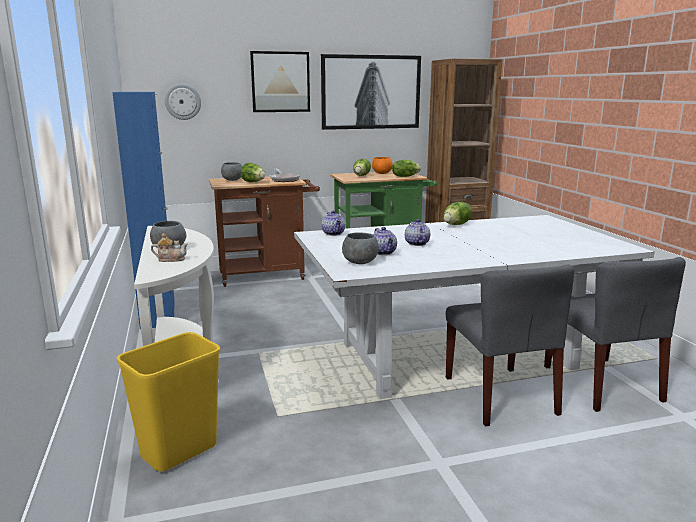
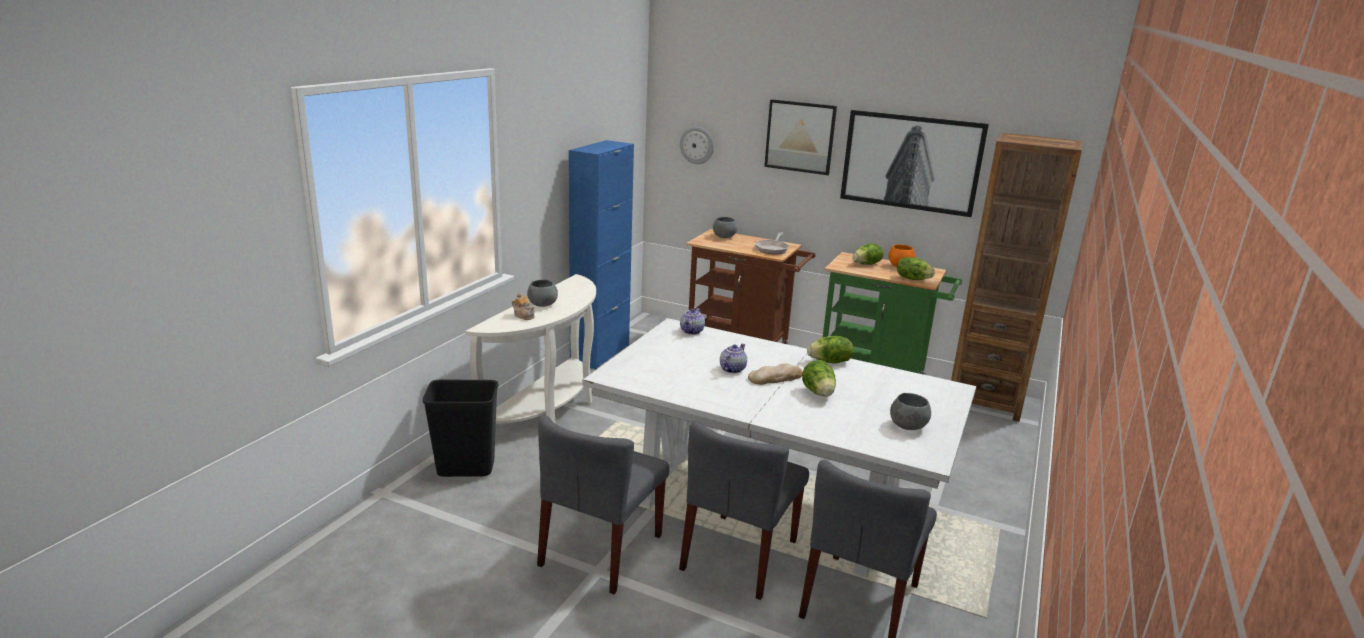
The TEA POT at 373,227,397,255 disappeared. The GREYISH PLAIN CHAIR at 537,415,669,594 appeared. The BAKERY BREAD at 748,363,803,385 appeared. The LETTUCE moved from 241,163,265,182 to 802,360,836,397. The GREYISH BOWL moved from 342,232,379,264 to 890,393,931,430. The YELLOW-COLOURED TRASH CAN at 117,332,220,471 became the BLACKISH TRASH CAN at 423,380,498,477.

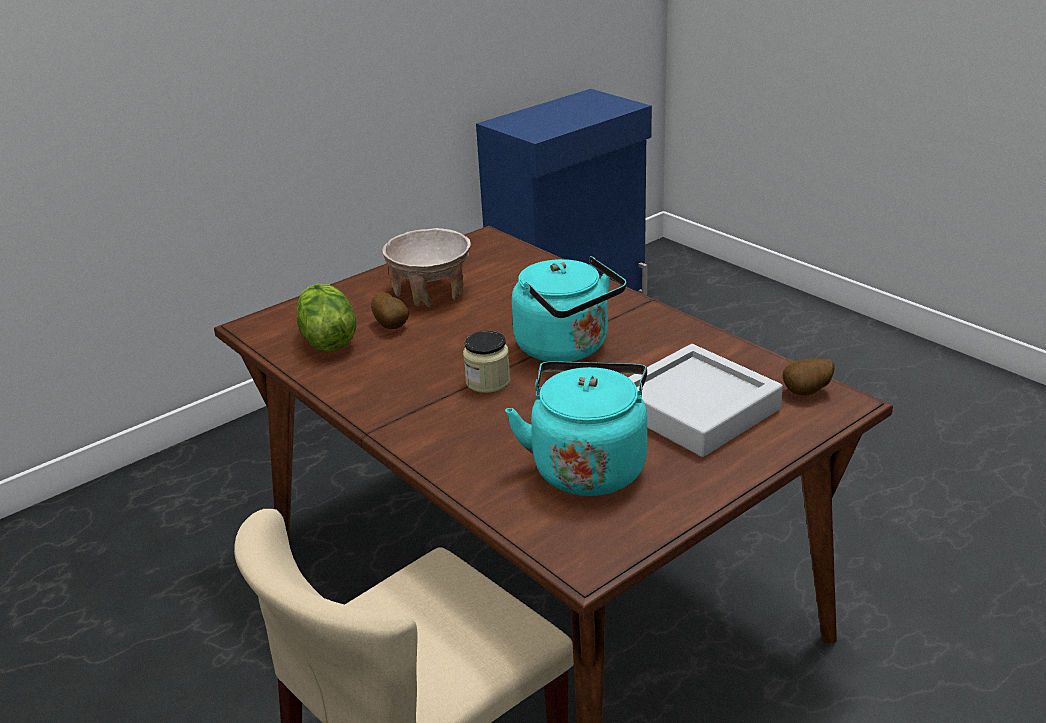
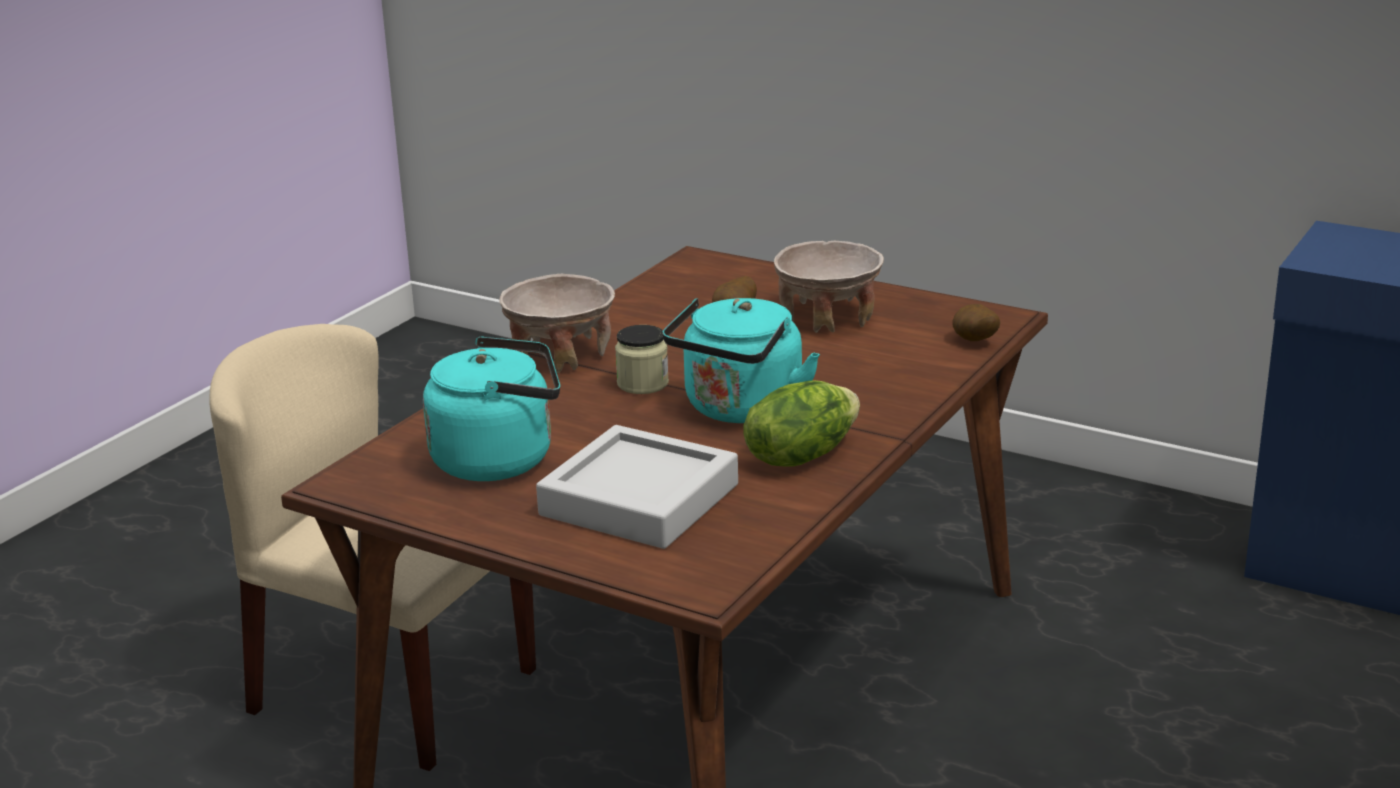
The BEIGE BOWL at 499,274,615,373 appeared. The LETTUCE moved from 296,284,356,352 to 743,380,860,467. The WHOLE POTATO moved from 783,358,834,395 to 953,304,1000,341.

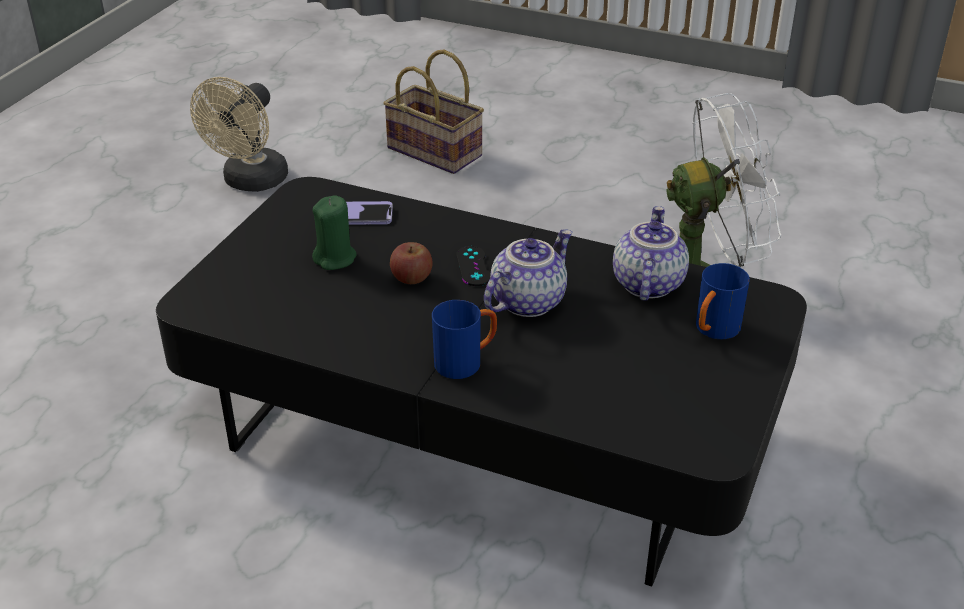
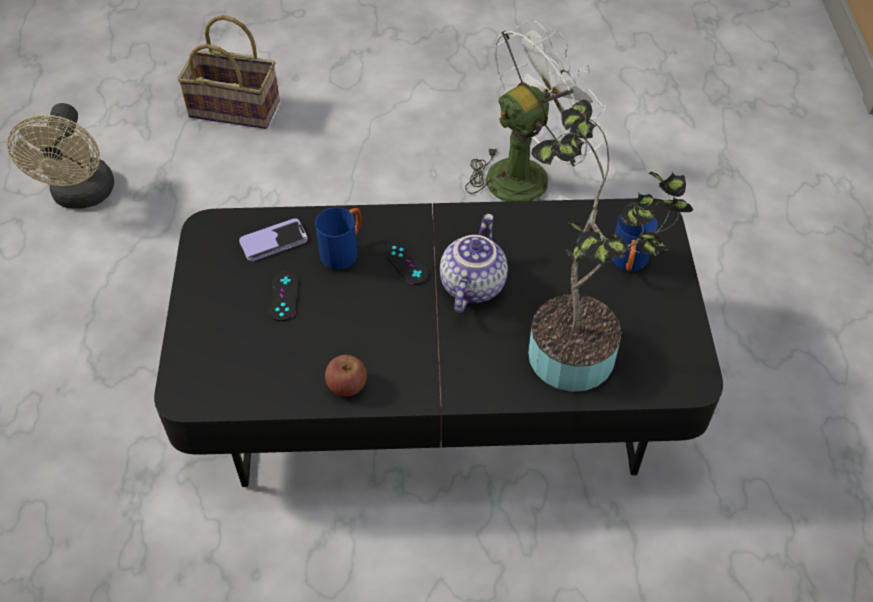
The TEA POT at 613,206,689,301 disappeared. The HOUSEPLANT at 528,99,693,392 appeared. The APPLE FRUIT moved from 390,242,432,284 to 325,355,367,397. The BLUISH COFFEE MUG moved from 432,300,497,379 to 315,207,361,270. The GREEN CANDLE at 312,195,357,270 was replaced by the BLACKISH GAMEPAD at 269,271,299,321.

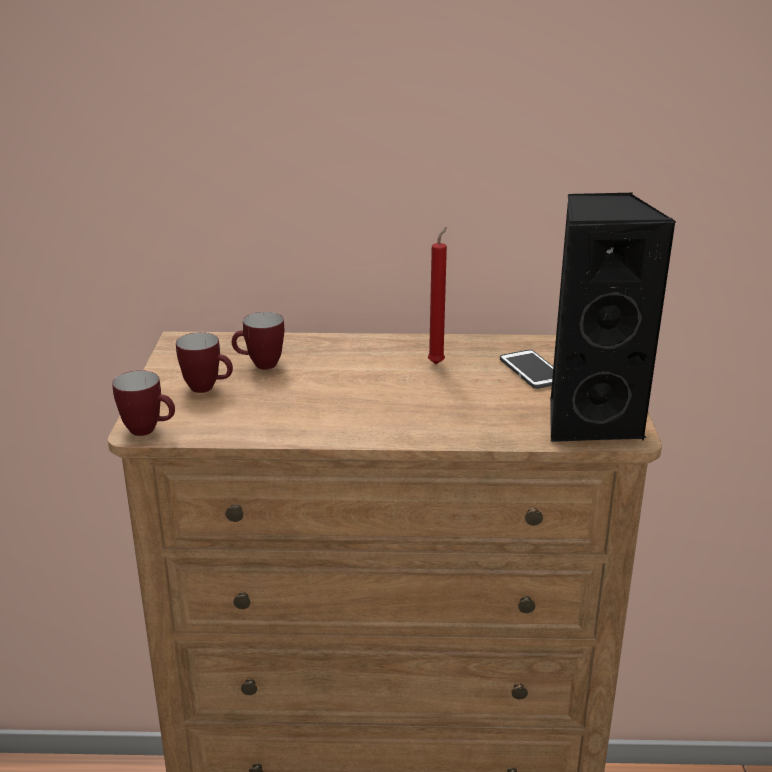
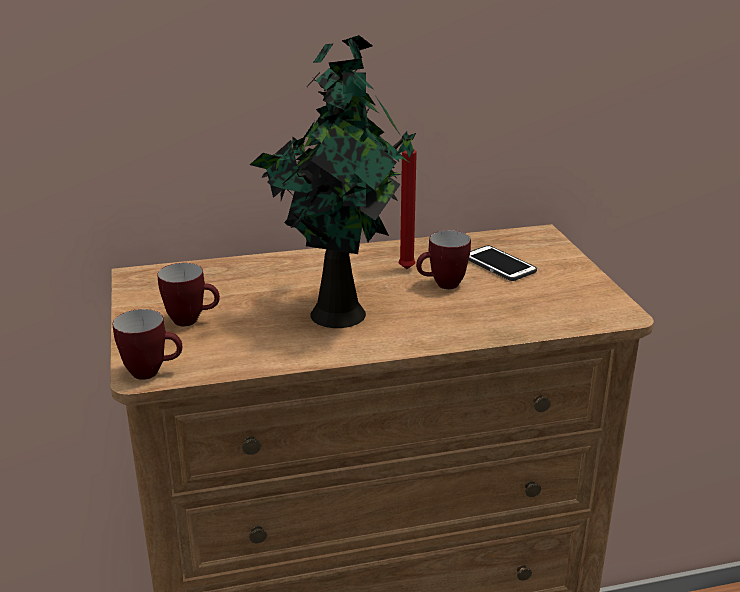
The BLACKISH LOUDSPEAKER at 550,192,677,442 disappeared. The HOUSEPLANT at 250,35,416,328 appeared. The COFFEE MUG moved from 232,312,284,370 to 416,230,471,289.

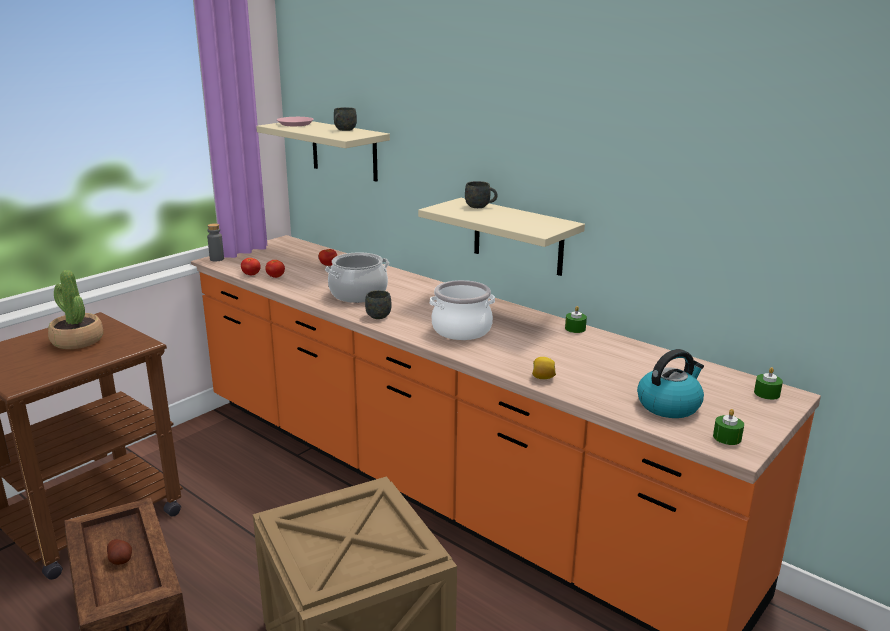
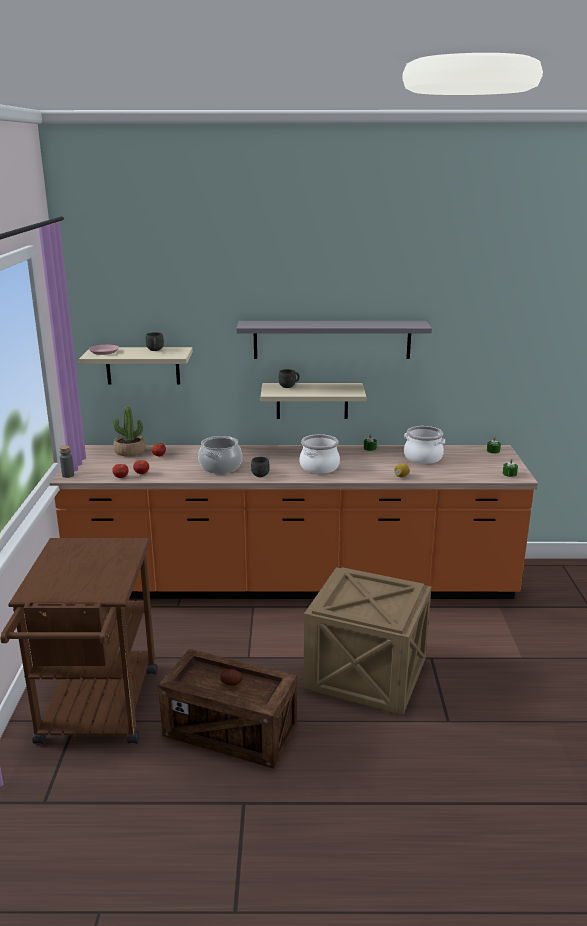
The TEA KETTLE at 637,349,704,418 disappeared. The GREYISH BRACKET SHELF at 236,321,432,359 appeared. The SAUCEPOT at 404,426,445,464 appeared. The HOUSEPLANT moved from 48,270,103,349 to 113,406,146,456.

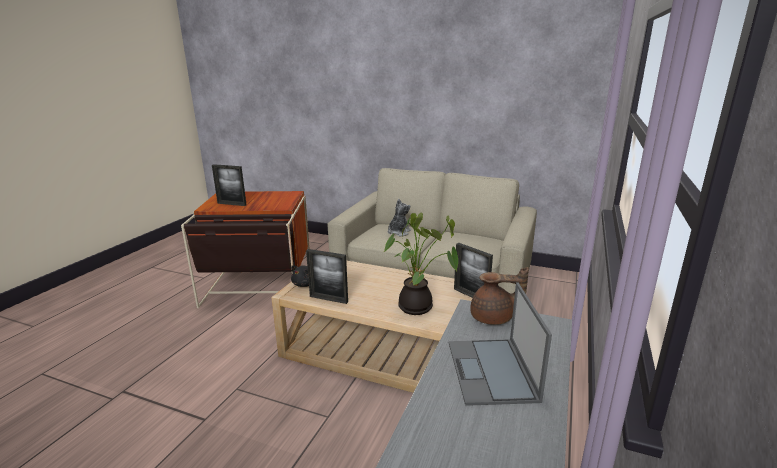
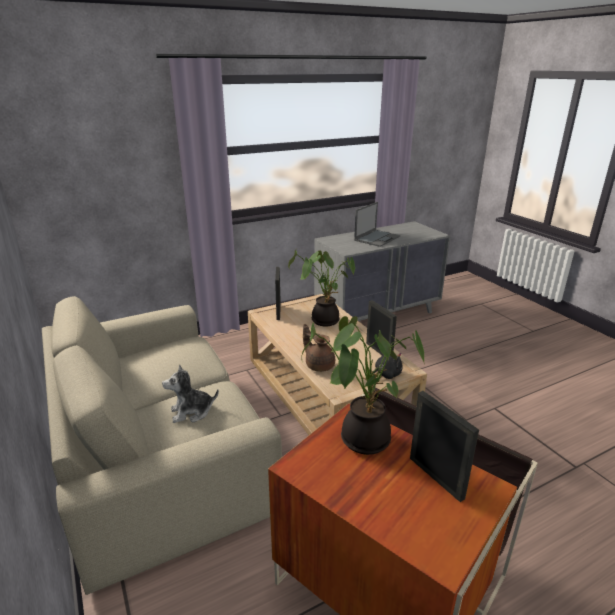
The HOUSEPLANT at 301,316,425,455 appeared. The BROWN TEA POT moved from 470,267,529,325 to 303,324,335,372.

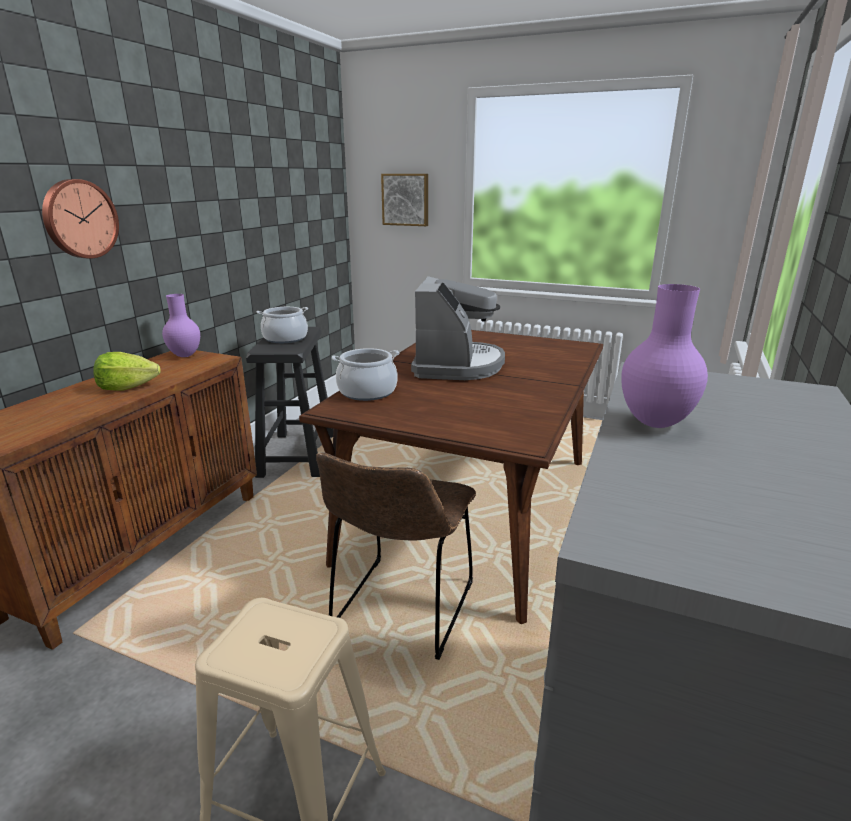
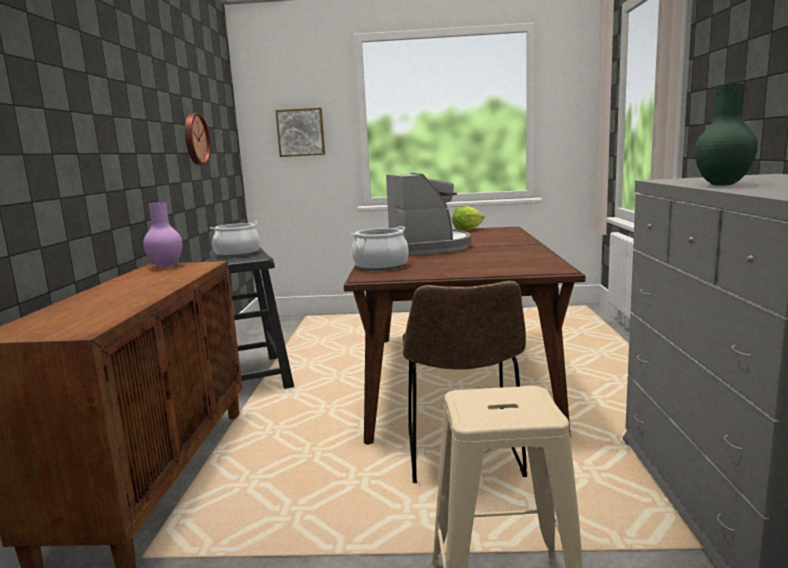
The WALL CLOCK moved from 42,179,119,259 to 185,113,211,165. The LETTUCE moved from 93,352,160,391 to 452,206,484,231. The PURPLE DECORATIVE VASE at 621,284,708,428 became the GREEN DECORATIVE VASE at 695,83,758,186.

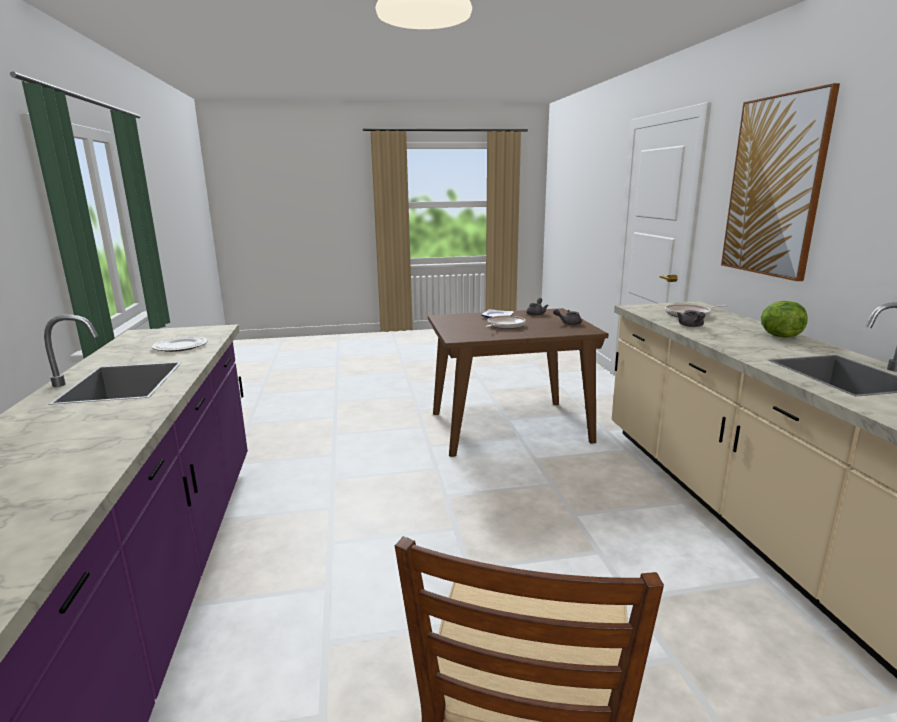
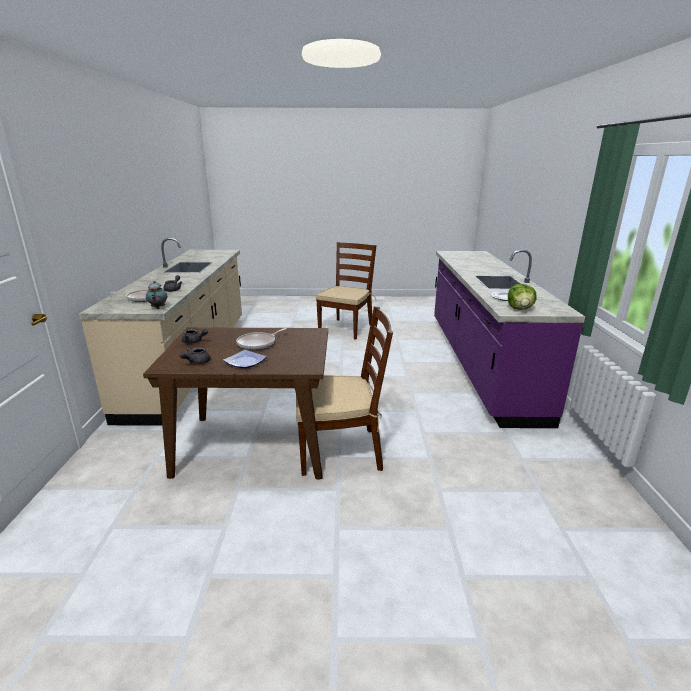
The WALL PICTURE at 721,83,840,281 disappeared. The TEA POT at 146,281,167,309 appeared. The BROWN PLAIN CHAIR at 296,306,393,476 appeared. The LETTUCE moved from 761,301,807,338 to 508,284,537,310.

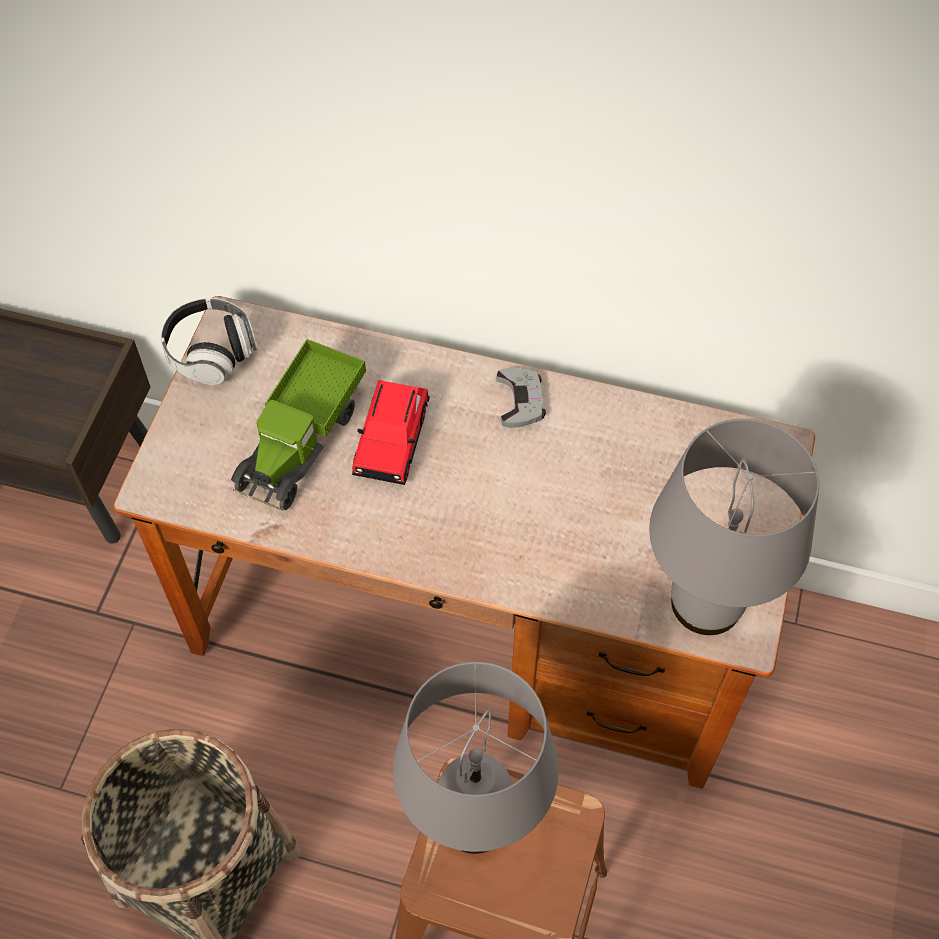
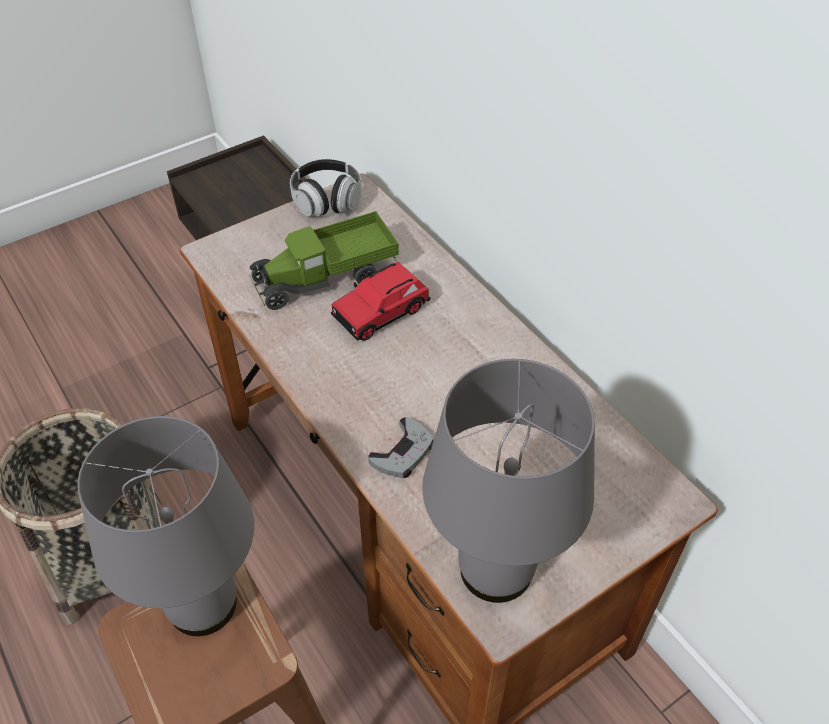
The GREYISH GAMEPAD moved from 496,368,546,428 to 368,417,434,478.

